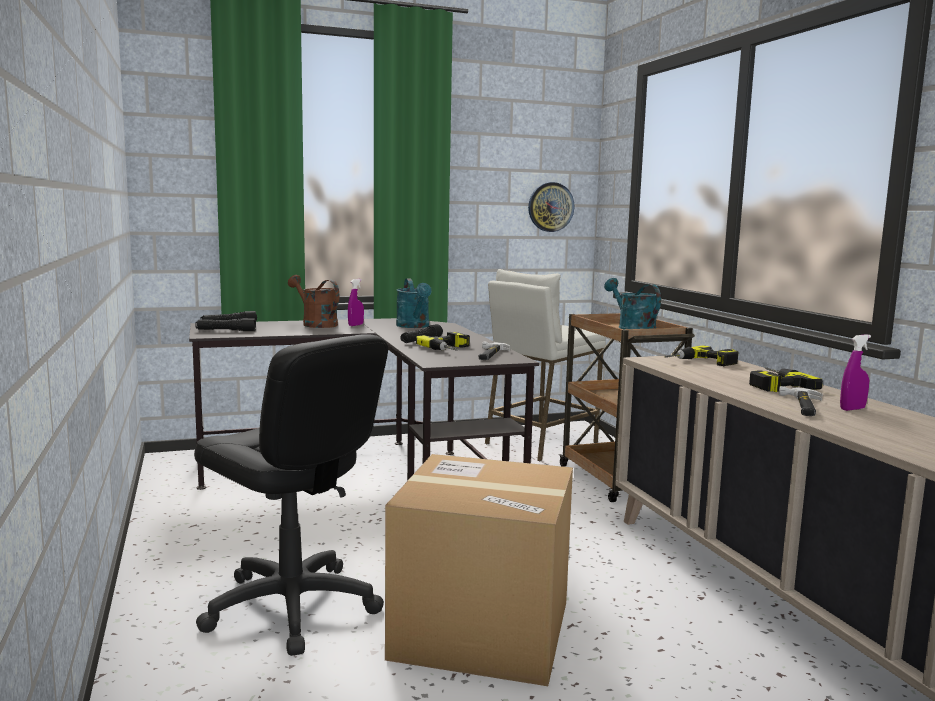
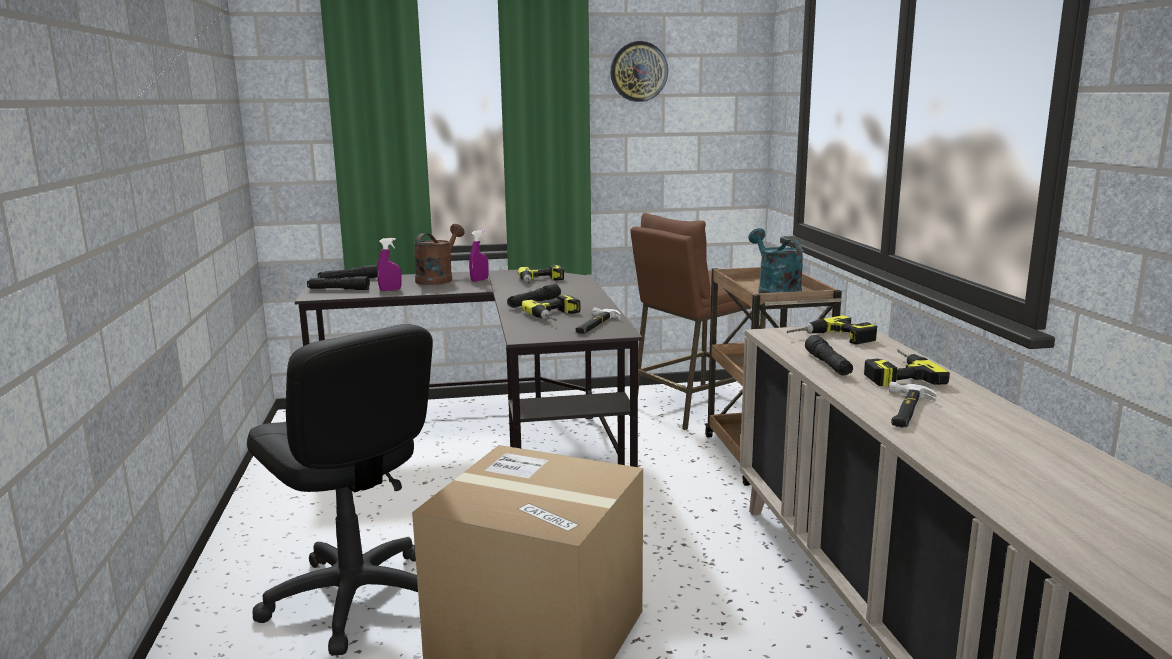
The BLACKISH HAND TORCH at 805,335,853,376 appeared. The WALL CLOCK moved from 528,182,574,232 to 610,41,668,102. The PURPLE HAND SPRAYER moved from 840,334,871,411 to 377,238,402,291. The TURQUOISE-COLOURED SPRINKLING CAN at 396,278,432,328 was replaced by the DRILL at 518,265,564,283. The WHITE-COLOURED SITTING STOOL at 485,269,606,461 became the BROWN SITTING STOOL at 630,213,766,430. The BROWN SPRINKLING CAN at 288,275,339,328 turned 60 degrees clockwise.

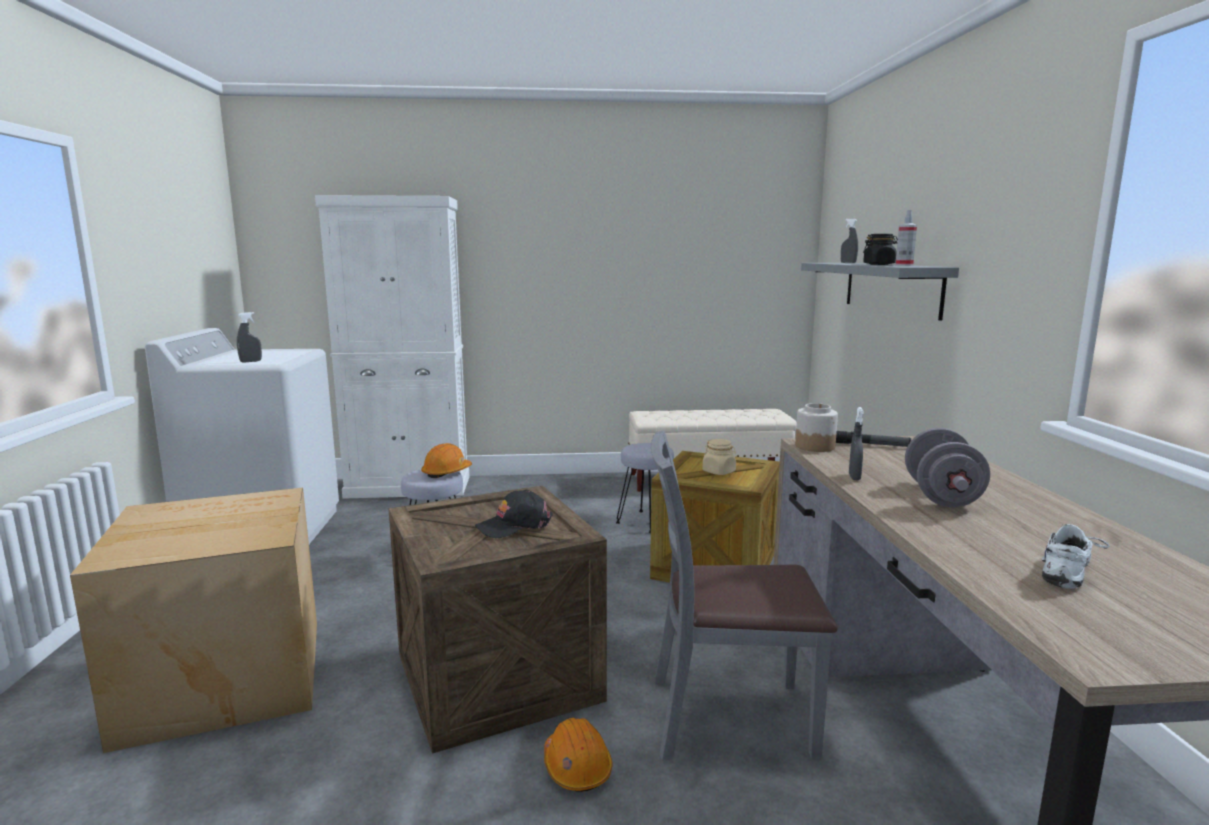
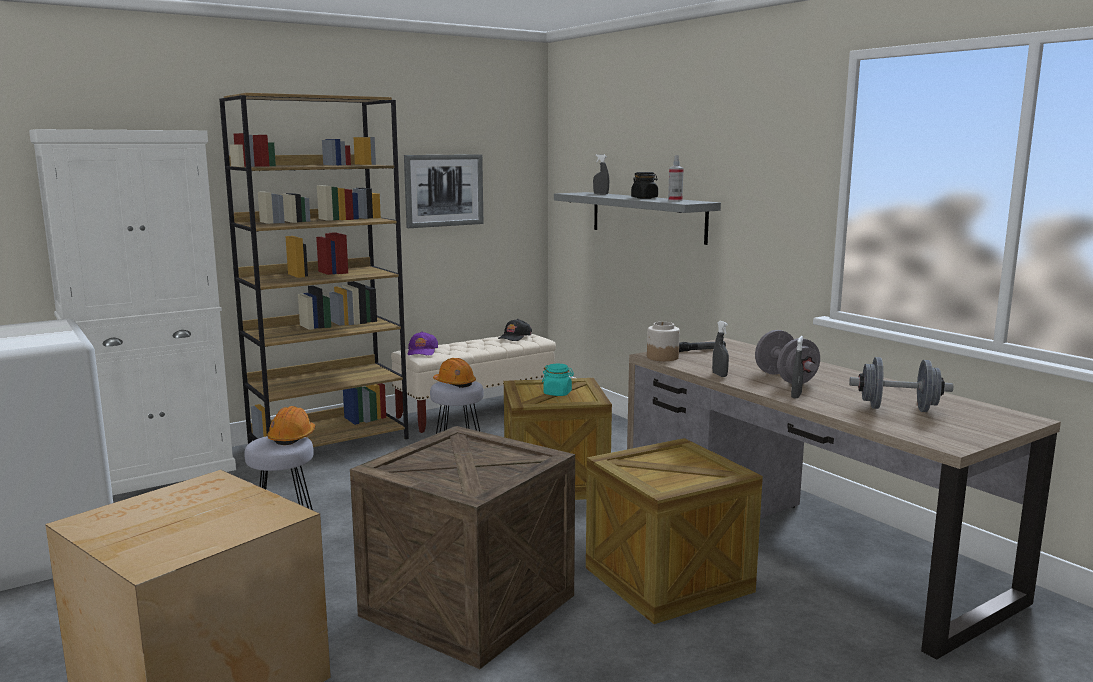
The BROWN SHELVING UNIT at 219,93,409,447 appeared. The WALL PICTURE at 404,154,483,228 appeared. The PURPLE CAP at 408,332,438,355 appeared. The GREYISH HAND SPRAYER moved from 237,312,262,363 to 791,336,803,399. The BLACKISH CAP moved from 475,490,553,538 to 498,319,532,341. The ORANGE SAFETY HELMET moved from 544,718,612,792 to 433,358,476,388. The GREYISH PLAIN CHAIR at 651,430,838,761 was replaced by the PACKING CRATE at 586,438,763,624. The WHITE-COLOURED LOW SHOE at 1042,524,1110,589 was replaced by the GREYISH HAND WEIGHT at 849,357,953,412. The BEIGE JAR at 703,439,736,475 became the TURQUOISE-COLOURED JAR at 542,364,574,396.

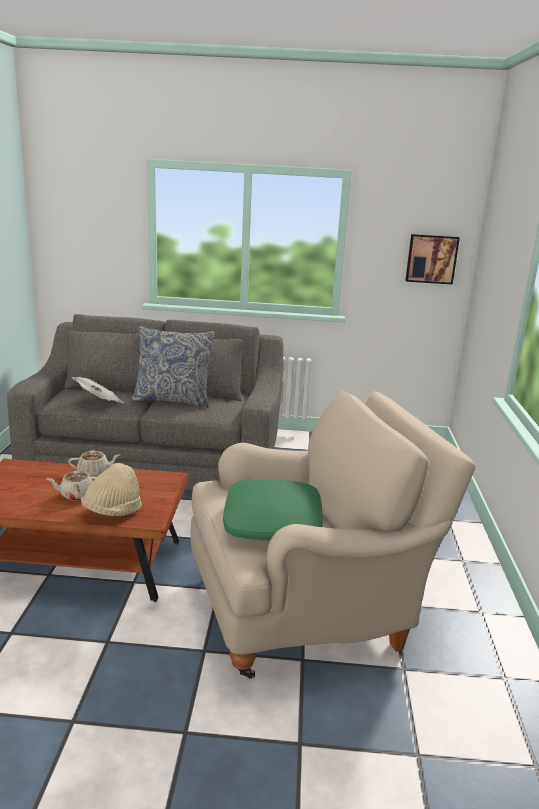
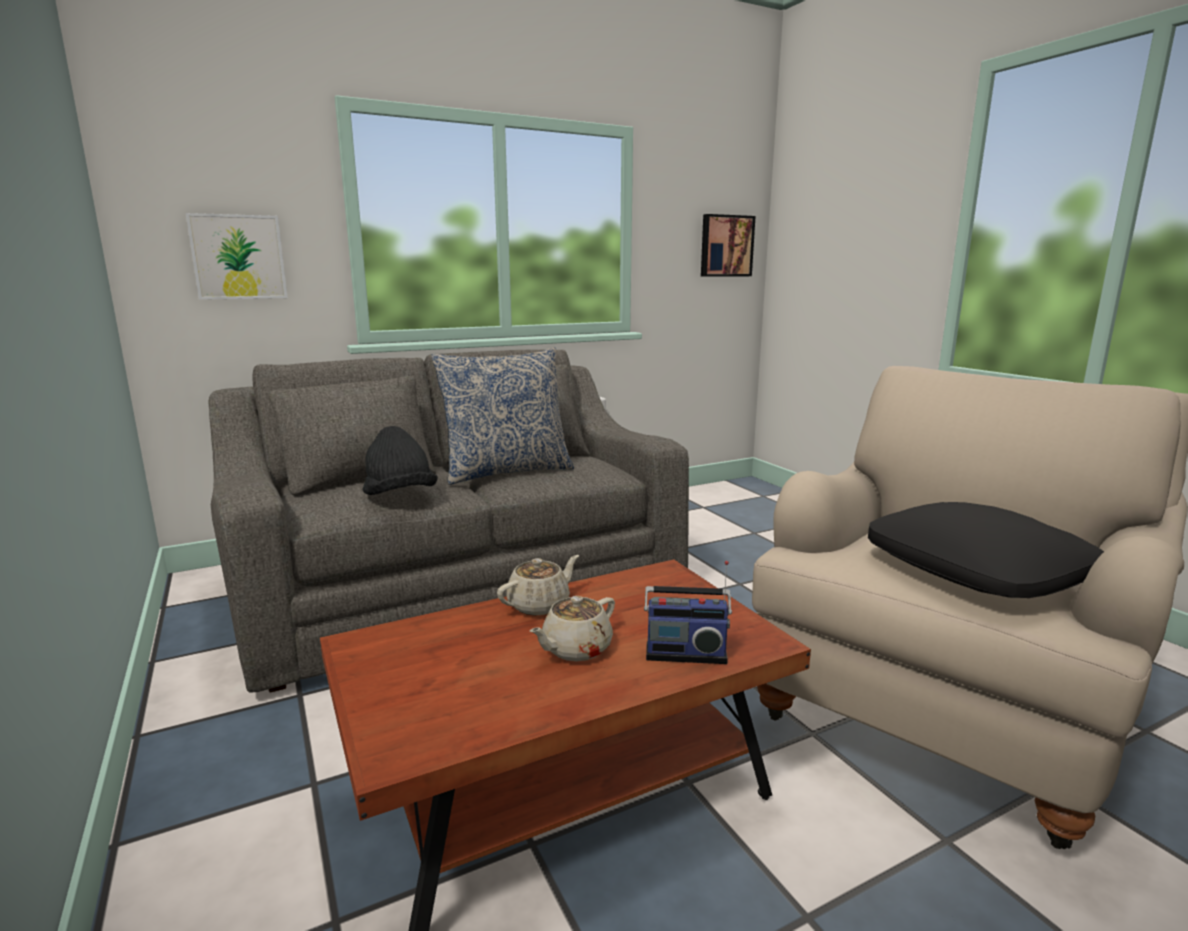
The WALL PICTURE at 186,213,288,300 appeared. The DAILY PAPER at 72,377,124,403 was replaced by the BLACKISH WEARABLE HAT at 362,426,438,495. The BEIGE WEARABLE HAT at 81,463,142,516 was replaced by the RADIO SET at 644,561,732,664. The GREEN THROW PILLOW at 223,479,323,541 became the BLACKISH THROW PILLOW at 868,502,1104,598.

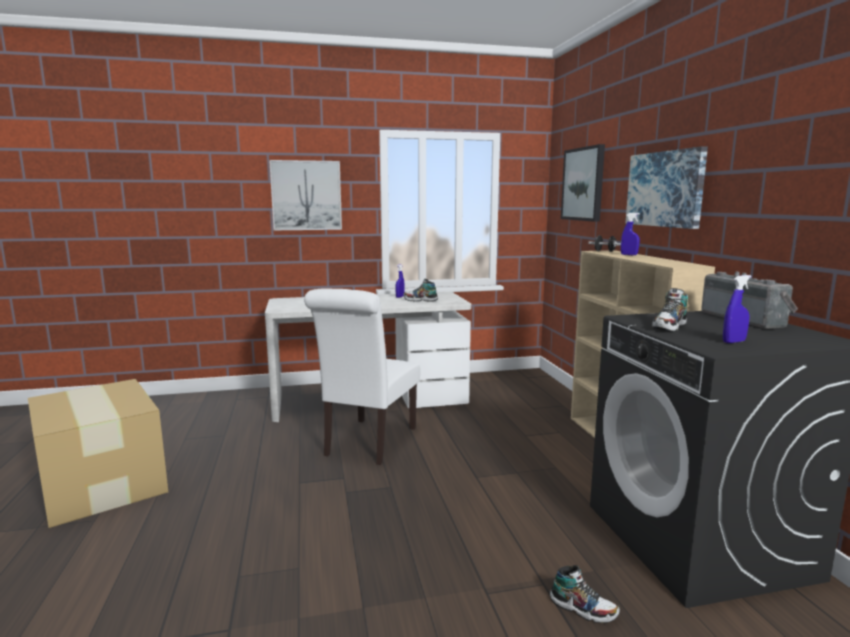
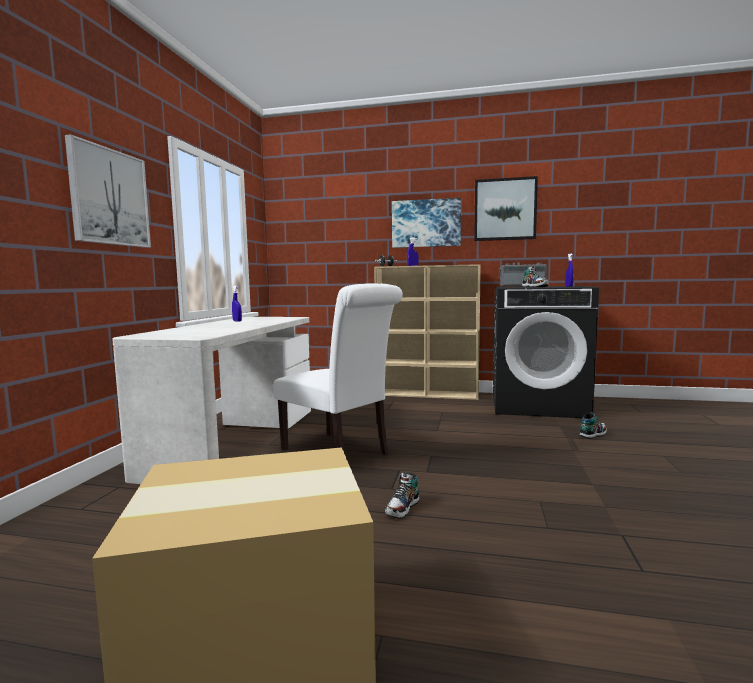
The LOW SHOE moved from 403,279,438,302 to 385,472,419,519. The WALL PICTURE moved from 561,144,605,222 to 474,176,538,241.

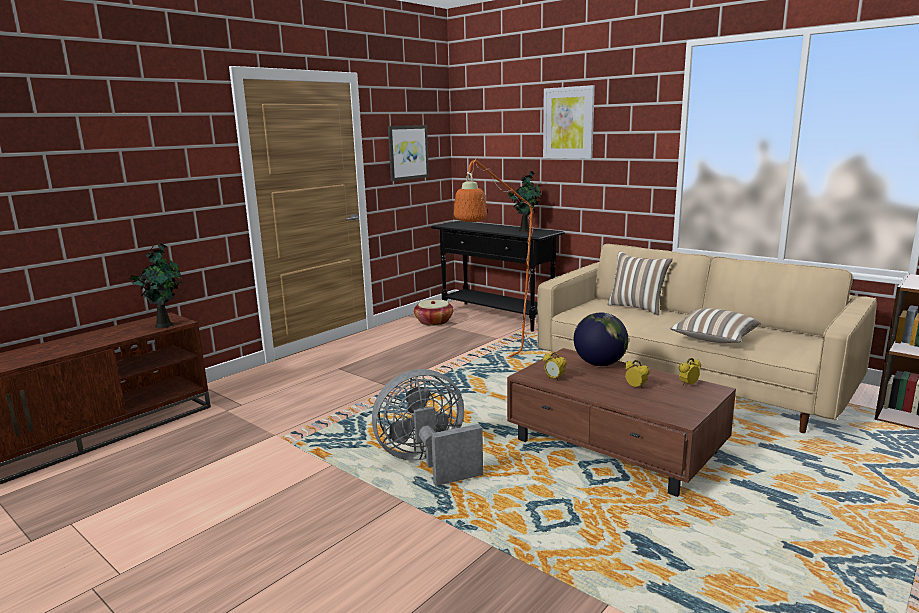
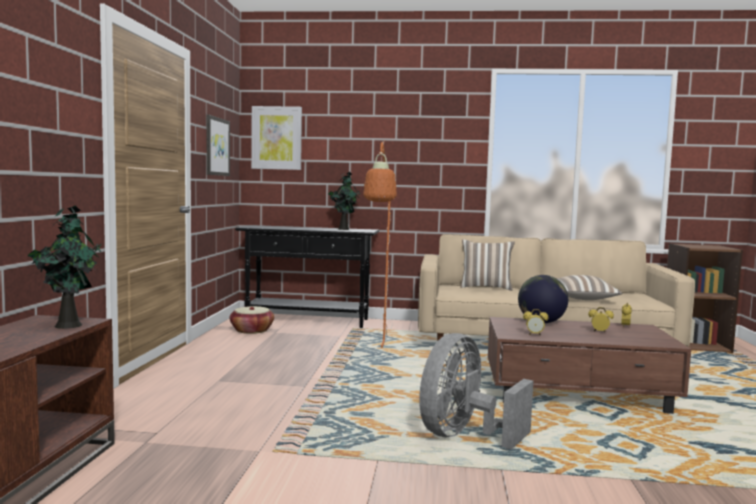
The WALL PICTURE moved from 543,85,595,159 to 251,106,302,170.

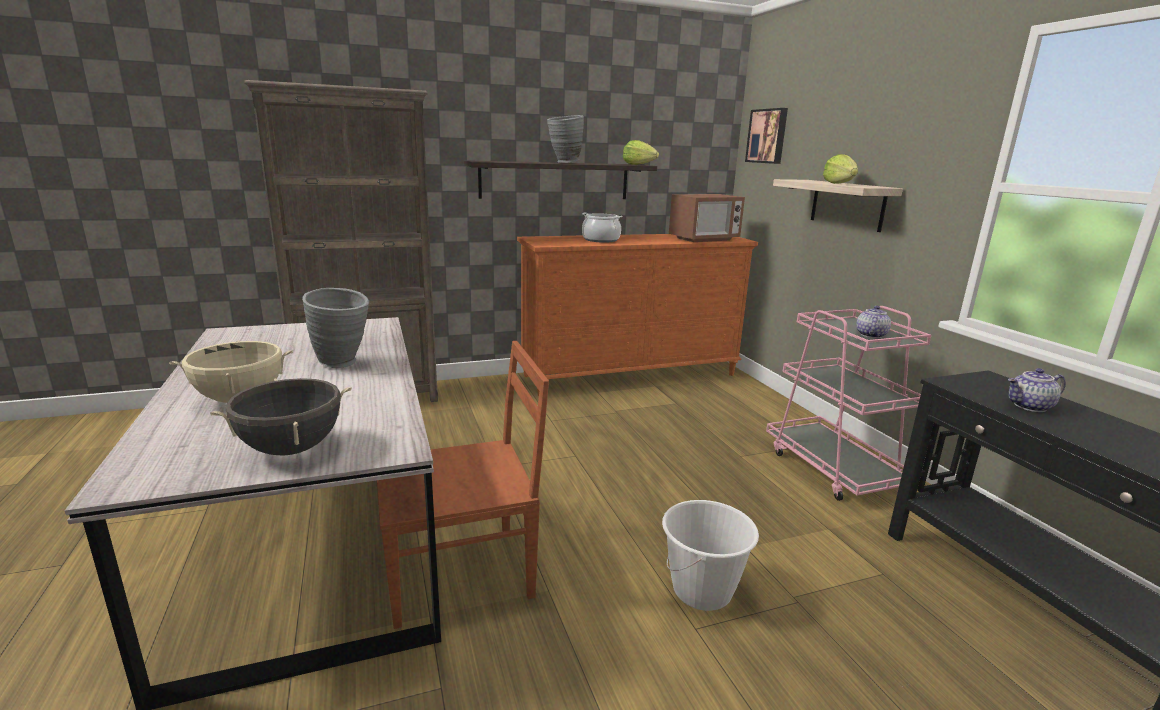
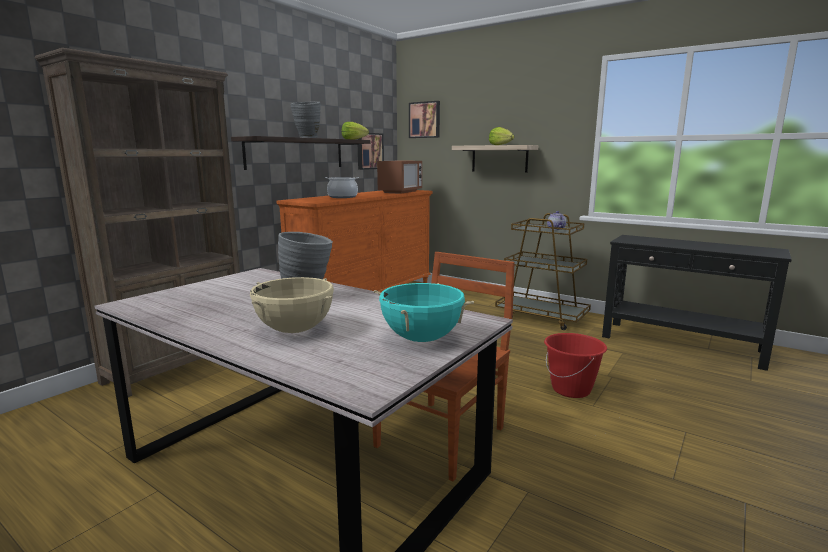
The TEA POT at 1008,368,1066,412 disappeared. The WALL PICTURE at 357,133,384,170 appeared. The BLACKISH SAUCEPOT at 210,378,352,456 became the TURQUOISE-COLOURED SAUCEPOT at 374,283,474,342. The WHITE-COLOURED PAIL at 662,500,759,611 became the RED-COLOURED PAIL at 544,333,607,398. The PINK WHEELED CART at 766,306,931,501 became the BROWN WHEELED CART at 495,213,591,330.

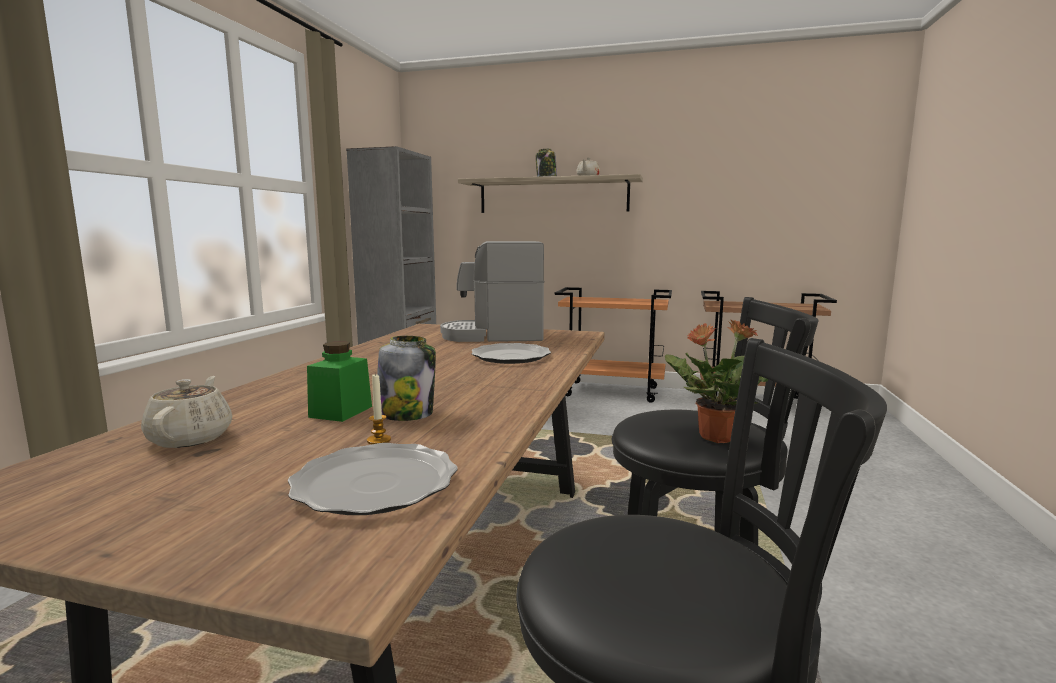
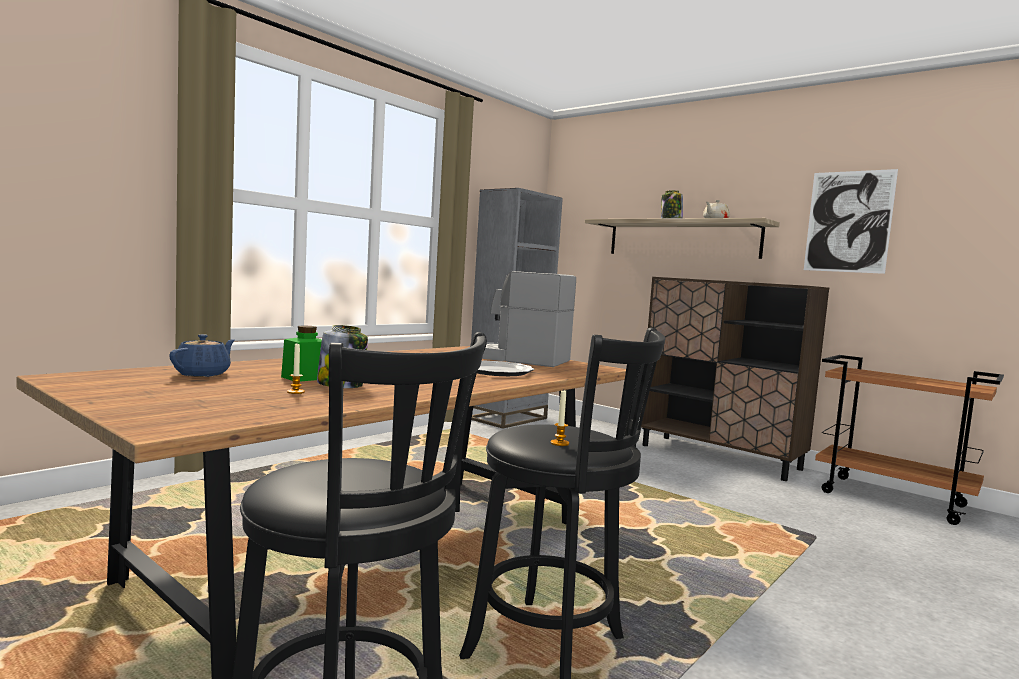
The DINNER PLATE at 288,443,457,515 disappeared. The WALL PICTURE at 804,169,898,274 appeared. The ORANGE WHEELED CART at 555,287,672,403 was replaced by the BROWN CABINET at 640,277,829,481. The HOUSEPLANT at 665,320,768,443 was replaced by the CANDLE at 551,390,569,446. The BEIGE TEA POT at 141,376,232,448 became the BLUISH TEA POT at 169,334,235,377.

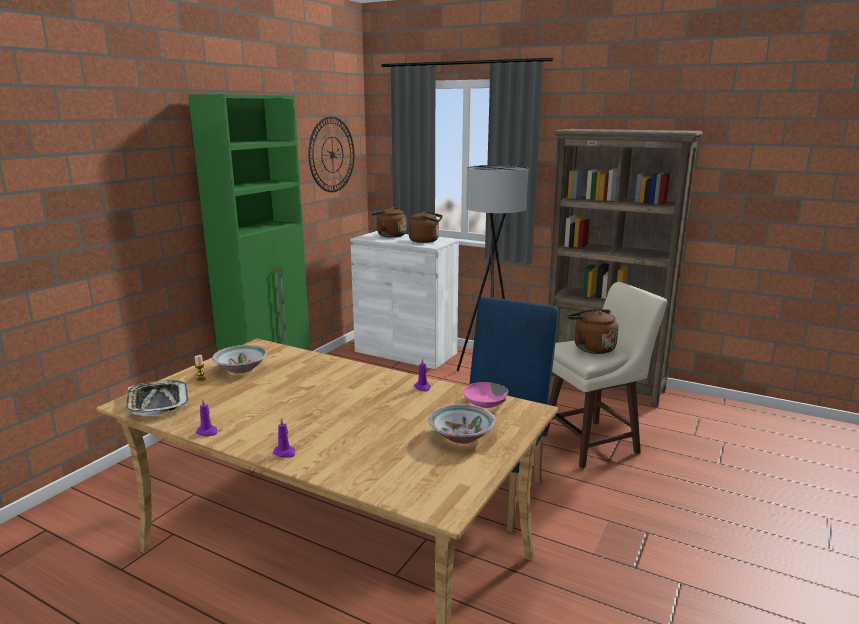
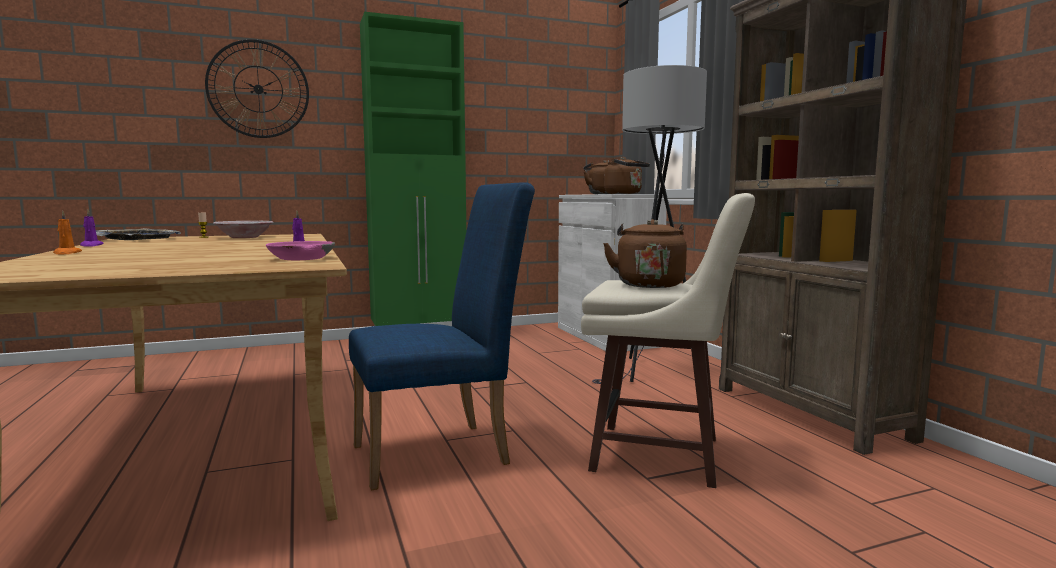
The BOWL at 428,404,496,444 disappeared. The WALL CLOCK moved from 308,116,354,192 to 205,39,309,138. The PURPLE CANDLE at 273,417,295,458 became the ORANGE CANDLE at 53,211,82,255.

